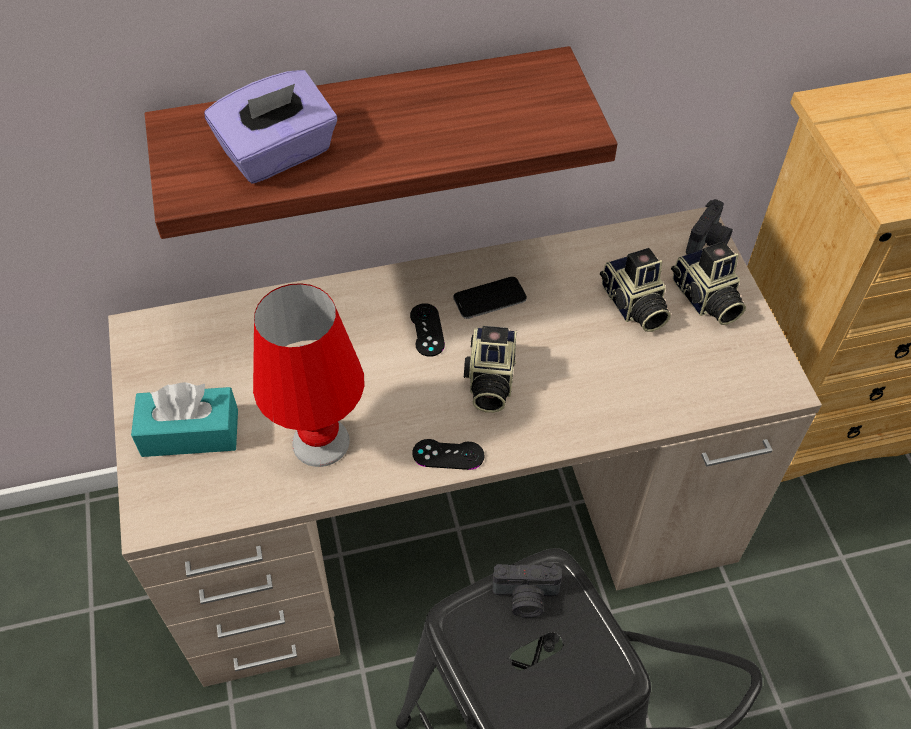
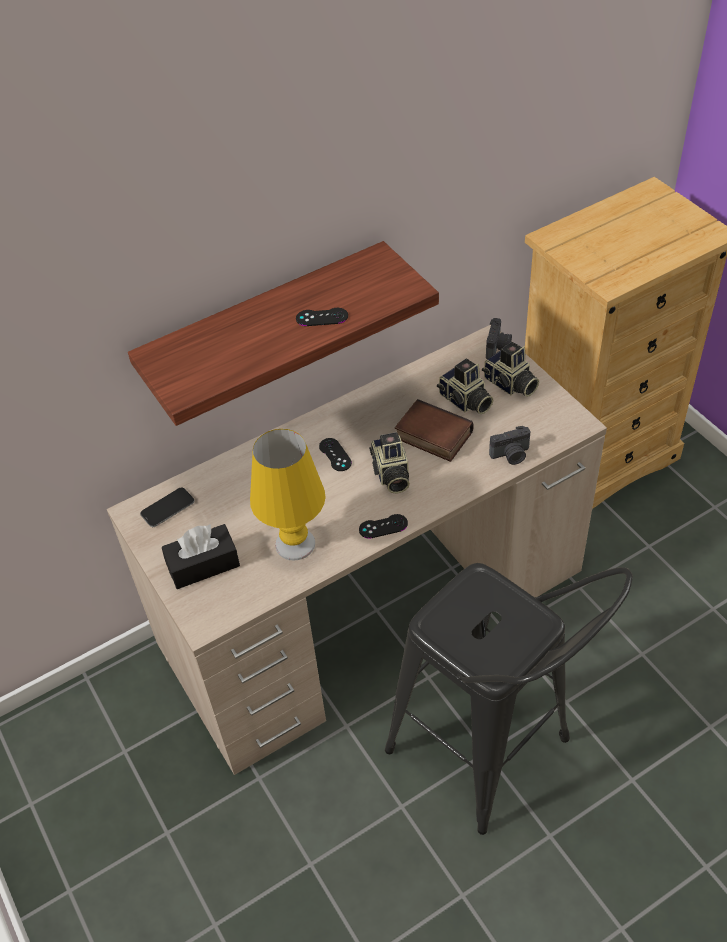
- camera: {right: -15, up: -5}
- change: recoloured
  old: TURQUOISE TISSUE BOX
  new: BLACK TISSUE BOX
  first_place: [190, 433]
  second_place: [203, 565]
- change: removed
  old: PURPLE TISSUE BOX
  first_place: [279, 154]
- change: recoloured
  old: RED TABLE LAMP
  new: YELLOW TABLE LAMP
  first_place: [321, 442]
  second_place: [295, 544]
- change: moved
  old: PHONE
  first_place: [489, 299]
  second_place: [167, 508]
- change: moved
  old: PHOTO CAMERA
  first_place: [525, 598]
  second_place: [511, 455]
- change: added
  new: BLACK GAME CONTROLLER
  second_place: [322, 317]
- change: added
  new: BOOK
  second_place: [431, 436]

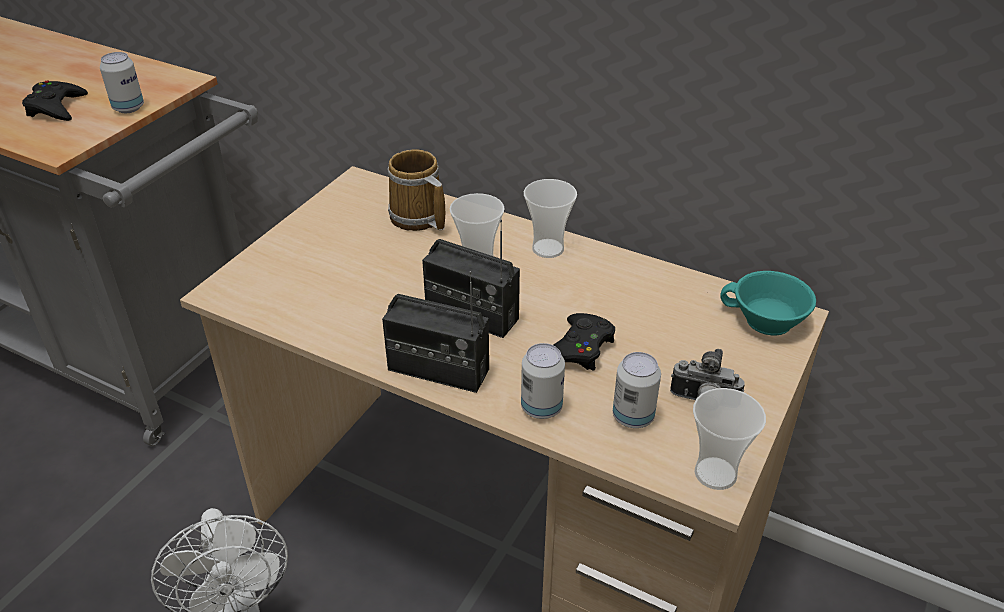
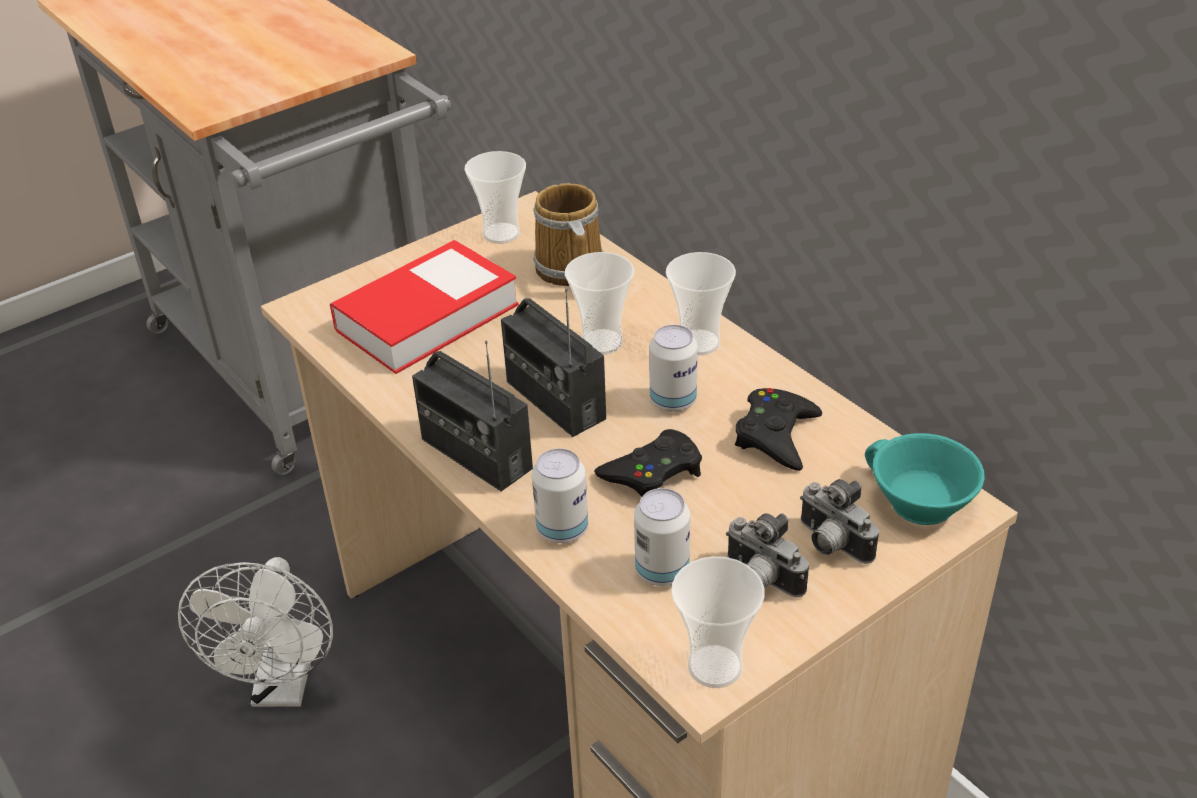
- camera: {right: 25, up: 0}
- change: moved
  old: BLACK GAME CONTROLLER
  first_place: [56, 108]
  second_place: [776, 435]
- change: moved
  old: CAN
  first_place: [128, 108]
  second_place: [673, 401]
- change: added
  new: BOOK
  second_place: [427, 317]
- change: added
  new: CUP
  second_place: [501, 234]
- change: added
  new: PHOTO CAMERA
  second_place: [830, 545]

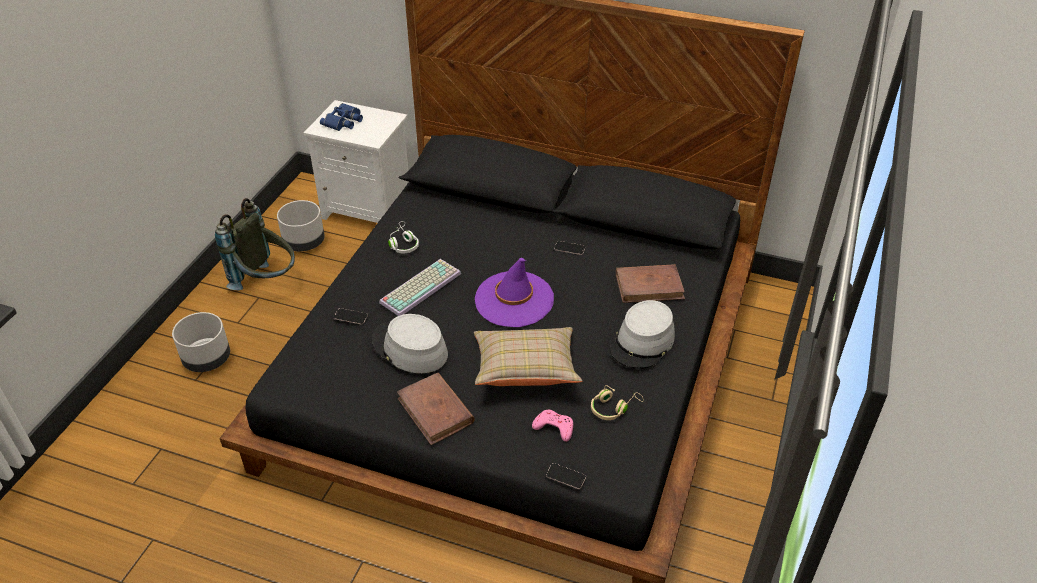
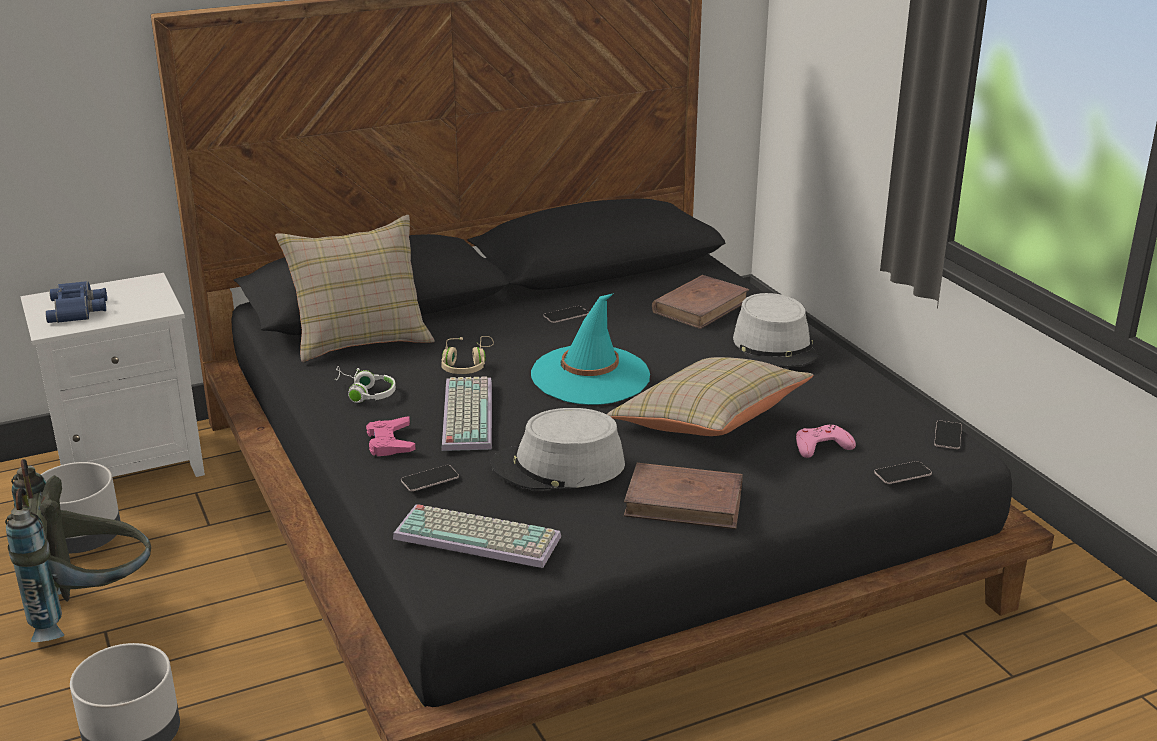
- camera: {right: -45, up: -15}
- change: recoloured
  old: PURPLE HAT
  new: TURQUOISE HAT
  first_place: [514, 299]
  second_place: [590, 376]
- change: moved
  old: BEIGE HEADPHONES
  first_place: [613, 407]
  second_place: [467, 365]
- change: added
  new: BEIGE PILLOW
  second_place: [360, 338]
- change: added
  new: PINK GAME CONTROLLER
  second_place: [390, 442]
- change: added
  new: KEYBOARD
  second_place: [480, 536]
- change: added
  new: PHONE
  second_place: [947, 436]

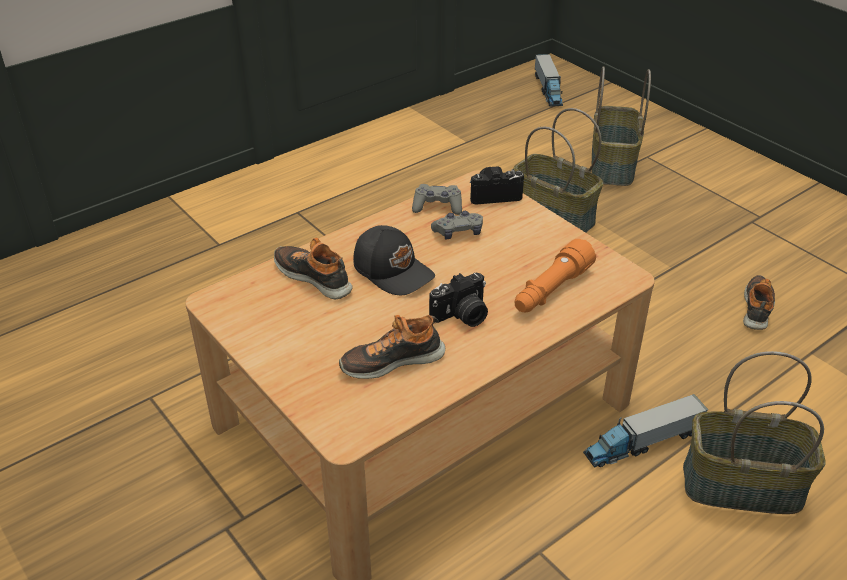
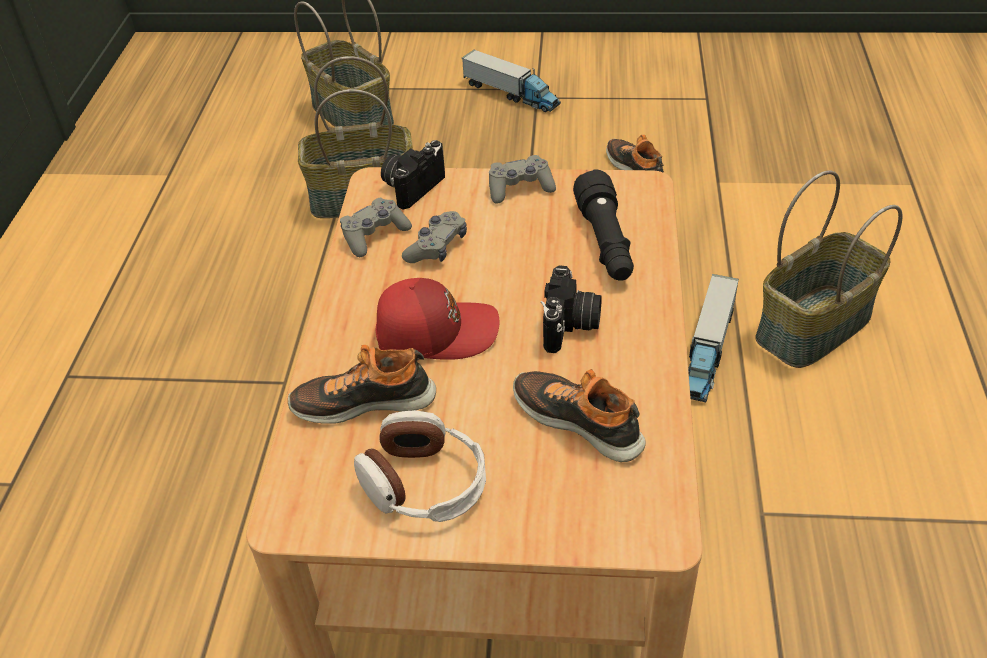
- camera: {right: -45, up: 5}
- change: turned
  old: SHOE
  first_place: [392, 360]
  second_place: [579, 421]
  degrees: 105
- change: recoloured
  old: BLACK CAP
  new: RED CAP
  first_place: [393, 270]
  second_place: [435, 331]
- change: recoloured
  old: ORANGE FLASHLIGHT
  new: BLACK FLASHLIGHT
  first_place: [551, 290]
  second_place: [605, 243]
- change: moved
  old: TOY TRUCK
  first_place: [548, 90]
  second_place: [511, 94]
- change: added
  new: HEADPHONES
  second_place: [425, 484]
- change: added
  new: GREY GAME CONTROLLER
  second_place: [520, 188]

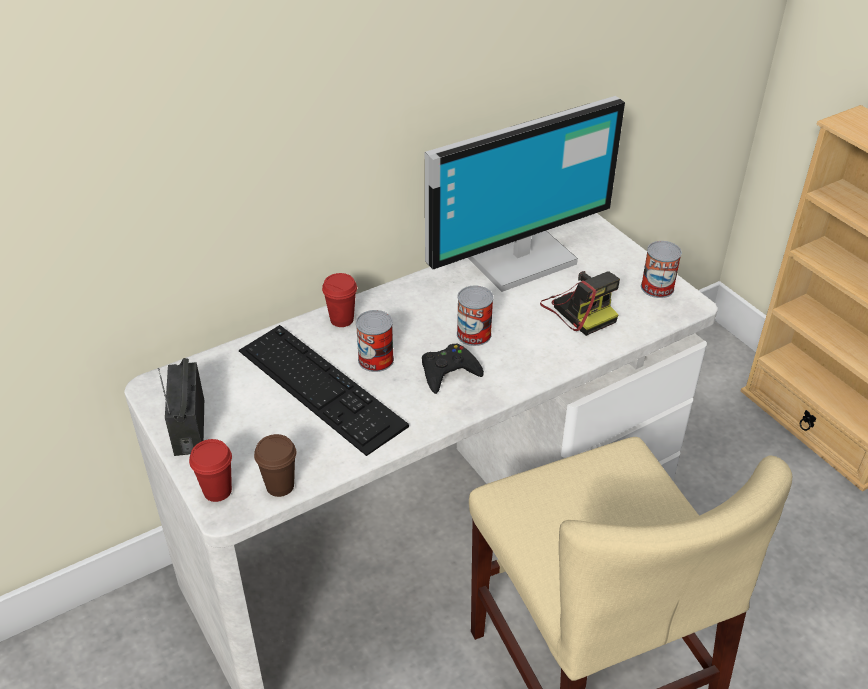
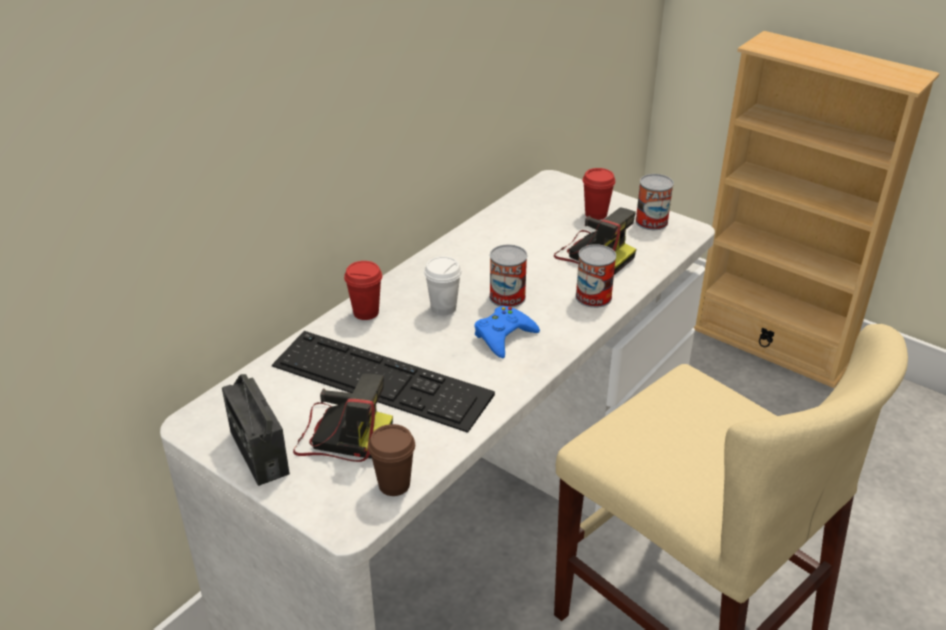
- camera: {right: -20, up: -5}
- change: moved
  old: RED CUP
  first_place: [217, 491]
  second_place: [596, 214]
- change: moved
  old: CAN
  first_place: [376, 359]
  second_place: [593, 297]
- change: recoloured
  old: BLACK GAME CONTROLLER
  new: BLUE GAME CONTROLLER
  first_place: [449, 372]
  second_place: [504, 336]
- change: removed
  old: MONITOR
  first_place: [518, 257]
- change: added
  new: PHOTO CAMERA
  second_place: [341, 435]
- change: added
  new: WHITE CUP
  second_place: [443, 308]

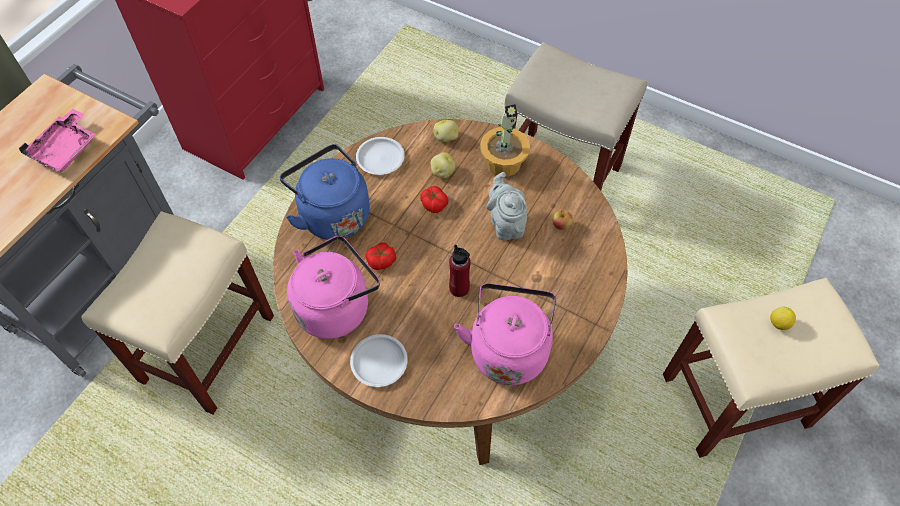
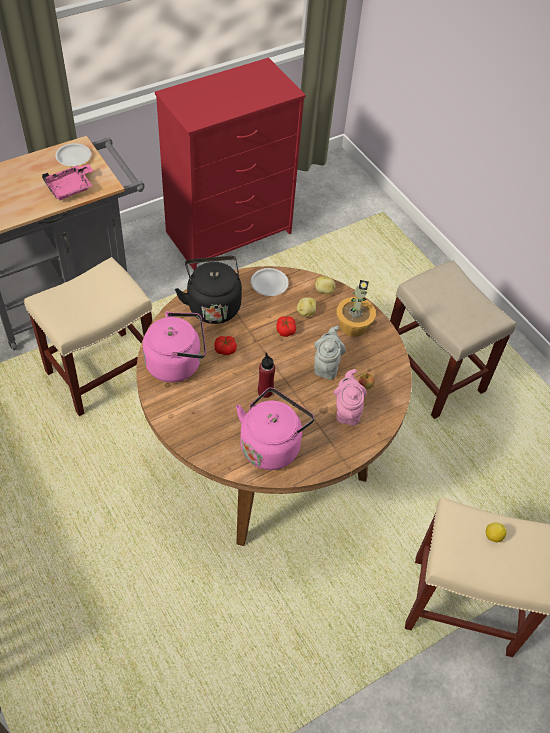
- camera: {right: 25, up: -5}
- change: recoloured
  old: BLUE KETTLE
  new: BLACK KETTLE
  first_place: [332, 214]
  second_place: [213, 305]
- change: moved
  old: WHITE PLATE
  first_place: [379, 363]
  second_place: [73, 157]
- change: added
  new: PINK TEAPOT
  second_place: [347, 411]

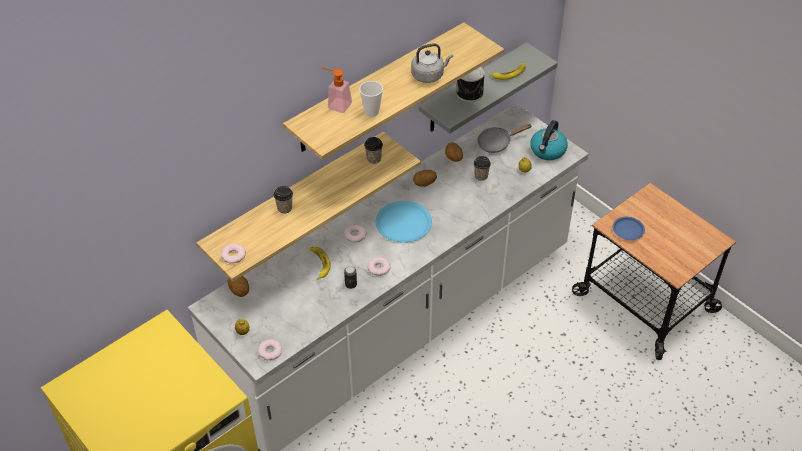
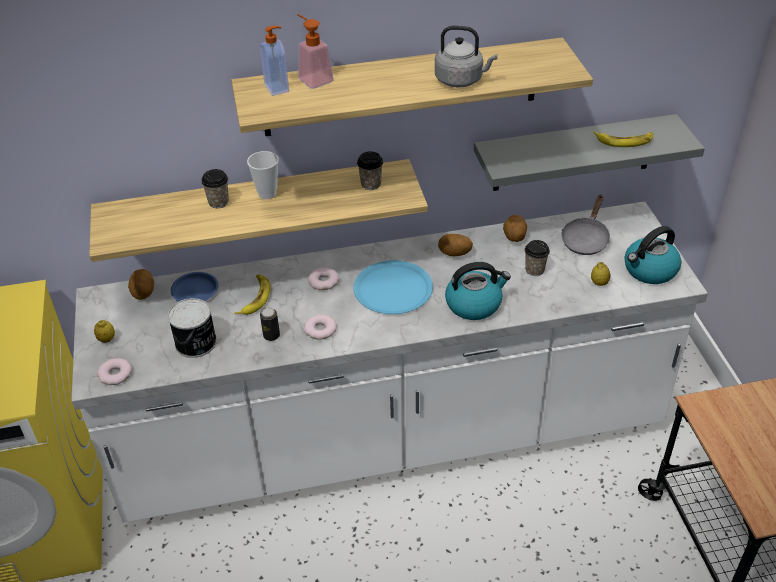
- camera: {right: 30, up: -5}
- change: removed
  old: DONUT
  first_place: [233, 255]
- change: moved
  old: CUP
  first_place: [372, 112]
  second_place: [267, 194]
- change: moved
  old: CAN
  first_place: [470, 93]
  second_place: [196, 343]
- change: turned
  old: GREY FRYING PAN
  first_place: [497, 143]
  second_place: [585, 239]
  degrees: -75
- change: moved
  old: BLUE PLATE
  first_place: [628, 230]
  second_place: [195, 290]
- change: added
  new: SOAP DISPENSER
  second_place: [277, 88]
- change: added
  new: KETTLE
  second_place: [474, 304]

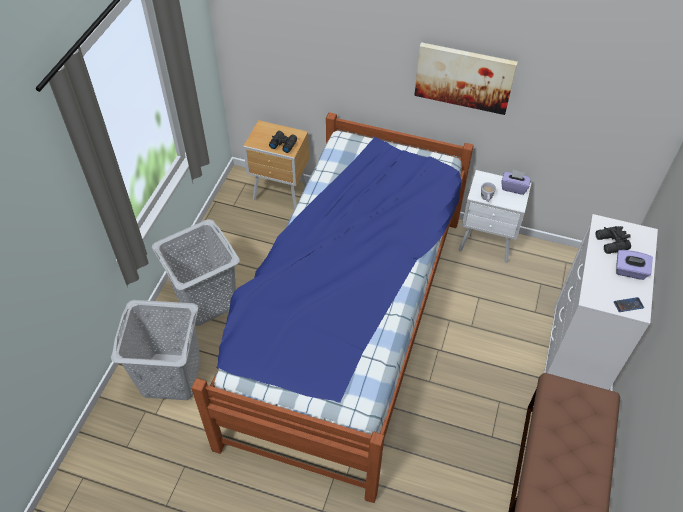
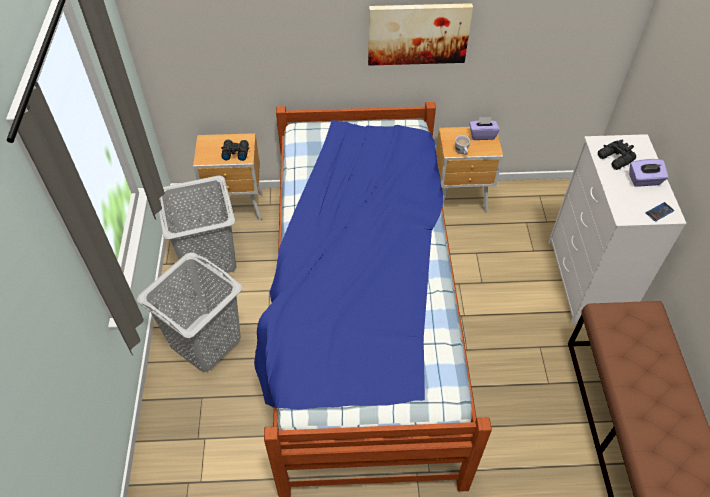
- camera: {right: -20, up: 0}
- change: moved
  old: GREY LAUNDRY BASKET
  first_place: [171, 376]
  second_place: [208, 258]
- change: recoloured
  old: WHITE NIGHTSTAND
  new: BROWN NIGHTSTAND
  first_place: [487, 245]
  second_place: [461, 200]

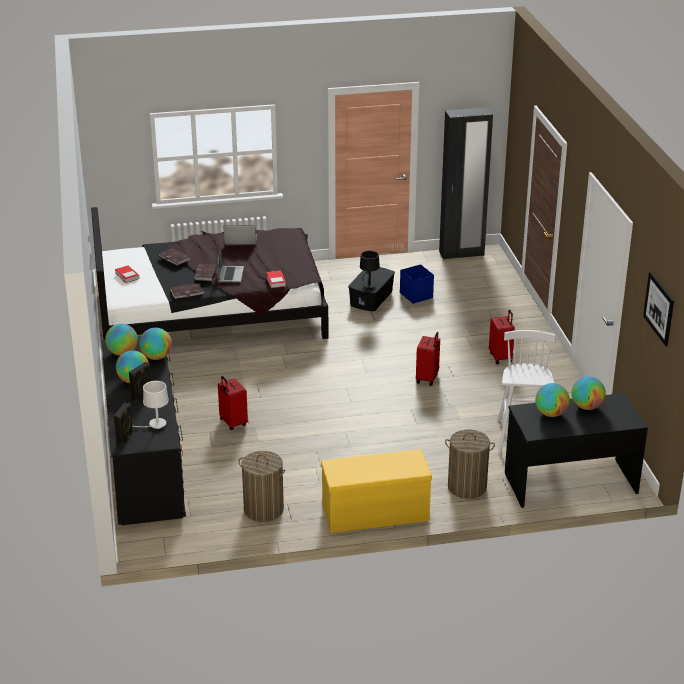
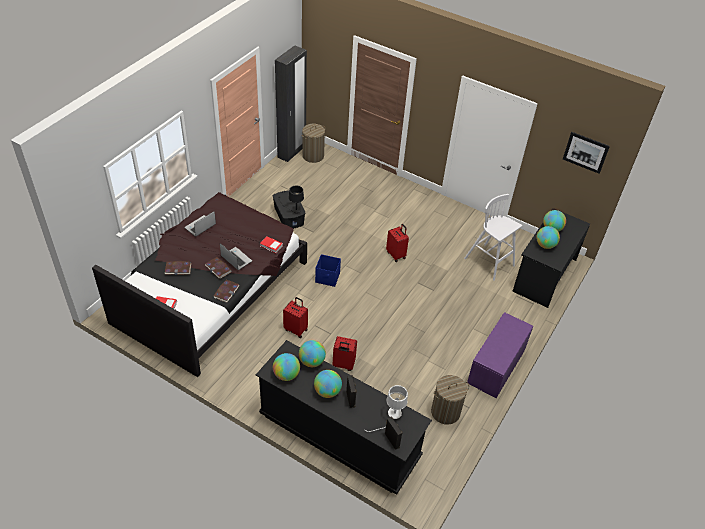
- camera: {right: -50, up: 15}
- change: recoloured
  old: YELLOW BENCH
  new: PURPLE BENCH
  first_place: [374, 513]
  second_place: [496, 367]
- change: moved
  old: BLUE STORAGE BOX
  first_place: [416, 295]
  second_place: [328, 278]
- change: moved
  old: LAUNDRY BASKET
  first_place: [467, 487]
  second_place: [313, 156]
- change: moved
  old: RED SUITCASE
  first_place: [501, 357]
  second_place: [296, 329]

